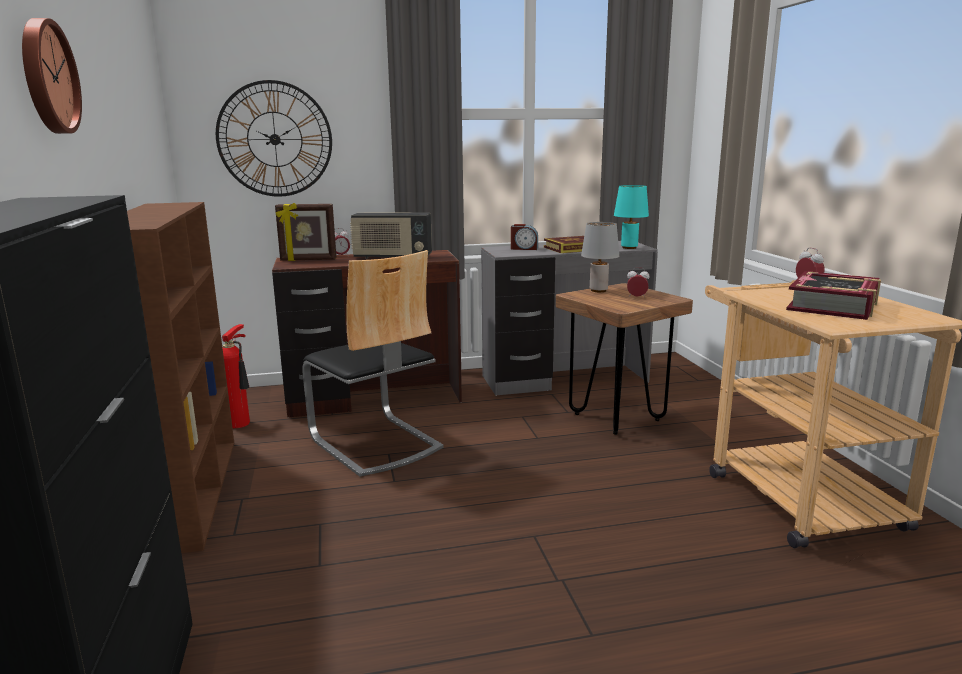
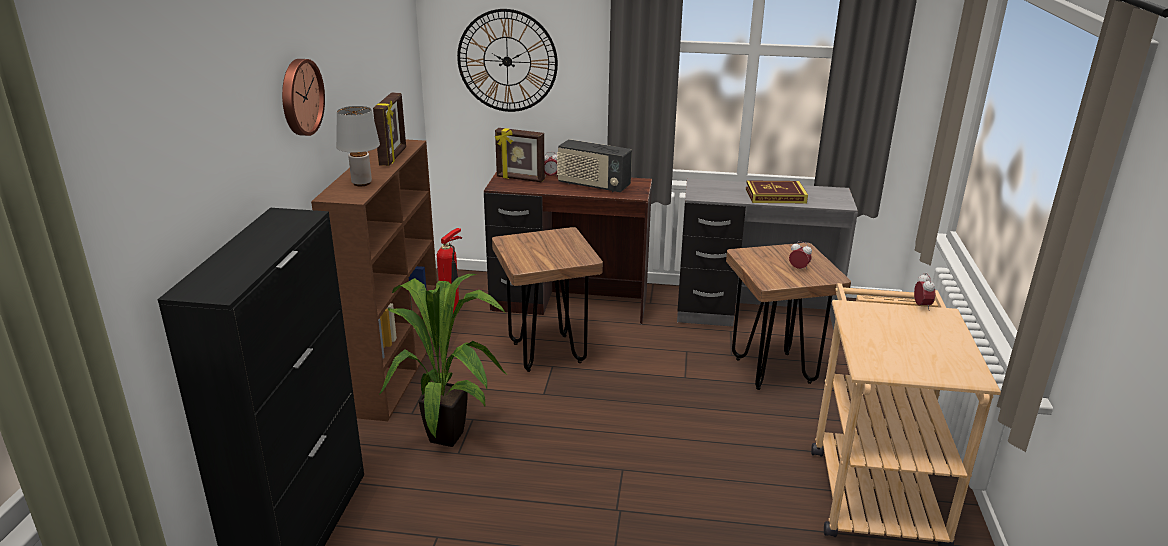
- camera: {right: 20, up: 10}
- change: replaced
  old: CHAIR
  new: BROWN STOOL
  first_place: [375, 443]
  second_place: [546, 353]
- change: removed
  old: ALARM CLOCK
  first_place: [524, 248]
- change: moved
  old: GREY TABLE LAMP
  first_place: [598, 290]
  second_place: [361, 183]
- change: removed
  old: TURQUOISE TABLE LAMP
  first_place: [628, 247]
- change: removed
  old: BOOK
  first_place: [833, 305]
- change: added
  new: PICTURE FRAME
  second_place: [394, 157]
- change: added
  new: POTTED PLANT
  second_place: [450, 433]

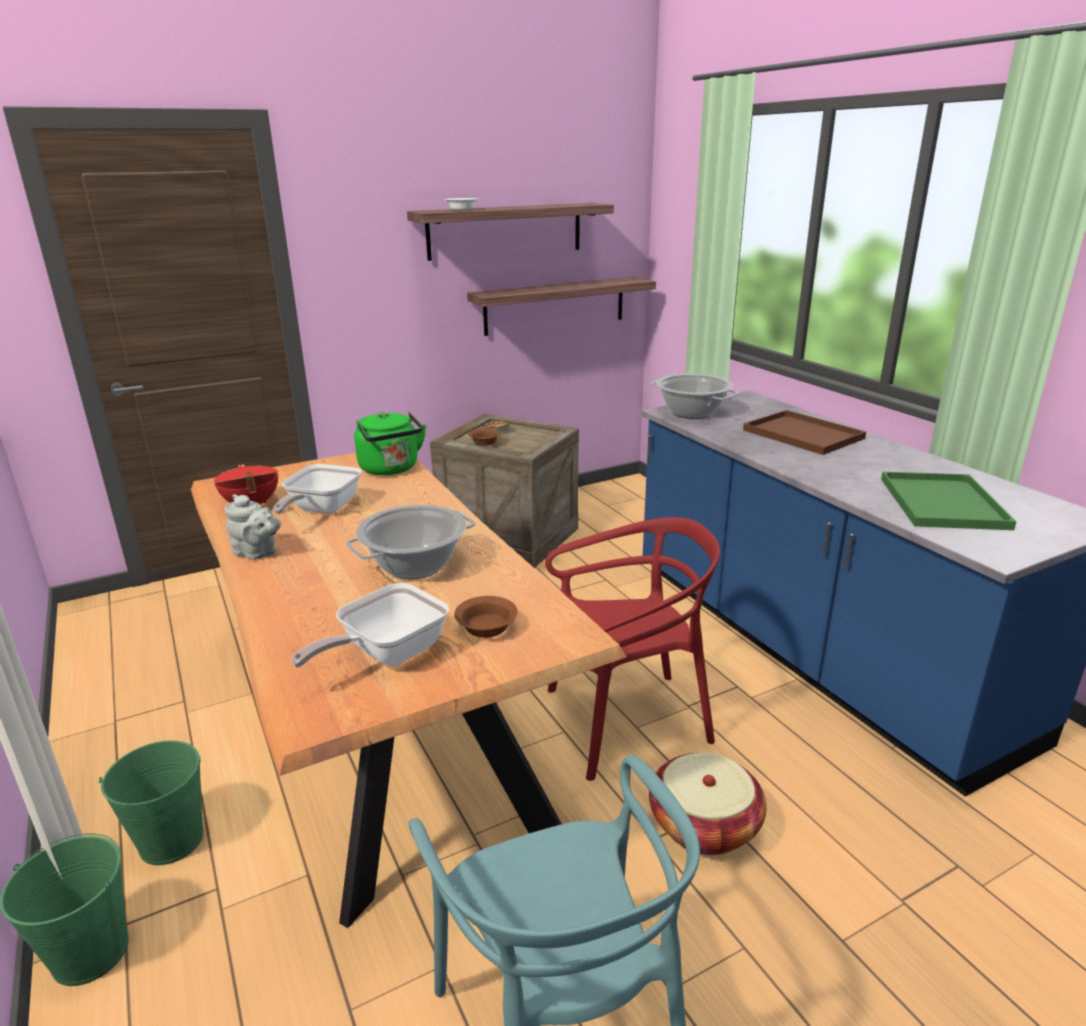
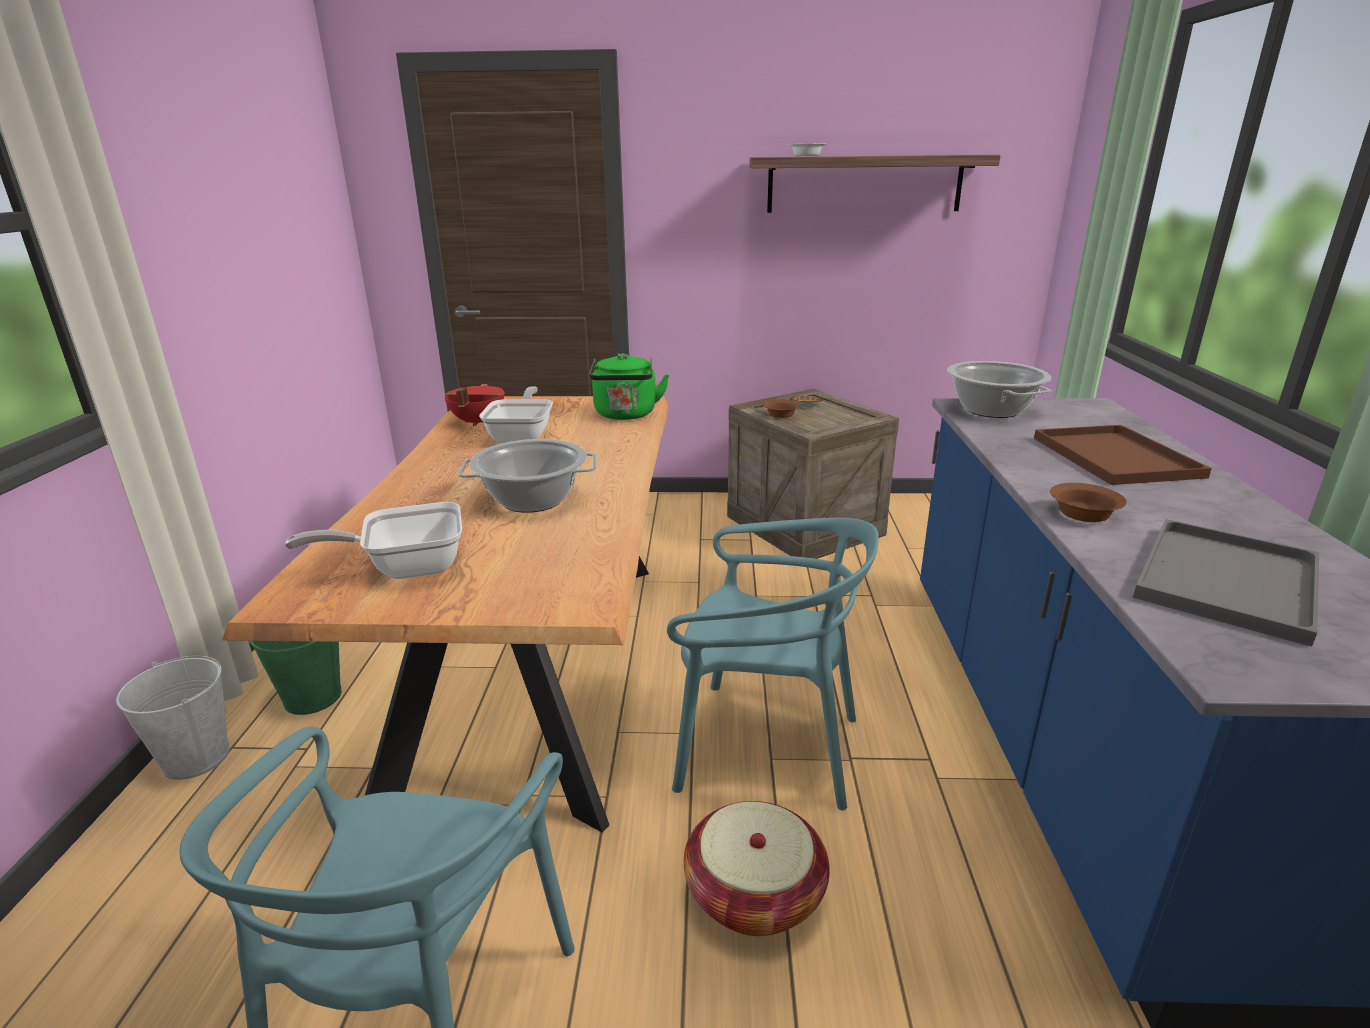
- camera: {right: 30, up: 0}
- change: recoloured
  old: GREEN BUCKET
  new: WHITE BUCKET
  first_place: [90, 953]
  second_place: [195, 758]
- change: removed
  old: GREY TEAPOT
  first_place: [257, 553]
- change: turned
  old: FRYING PAN
  first_place: [321, 510]
  second_place: [523, 437]
  degrees: 135
- change: moved
  old: BROWN BOWL
  first_place: [486, 626]
  second_place: [1083, 513]
- change: removed
  old: SHELF
  first_place: [555, 305]
- change: recoloured
  old: RED CHAIR
  new: TURQUOISE CHAIR
  first_place: [627, 720]
  second_place: [766, 747]
- change: recoloured
  old: GREEN TRAY
  new: GREY TRAY
  first_place: [945, 504]
  second_place: [1229, 582]

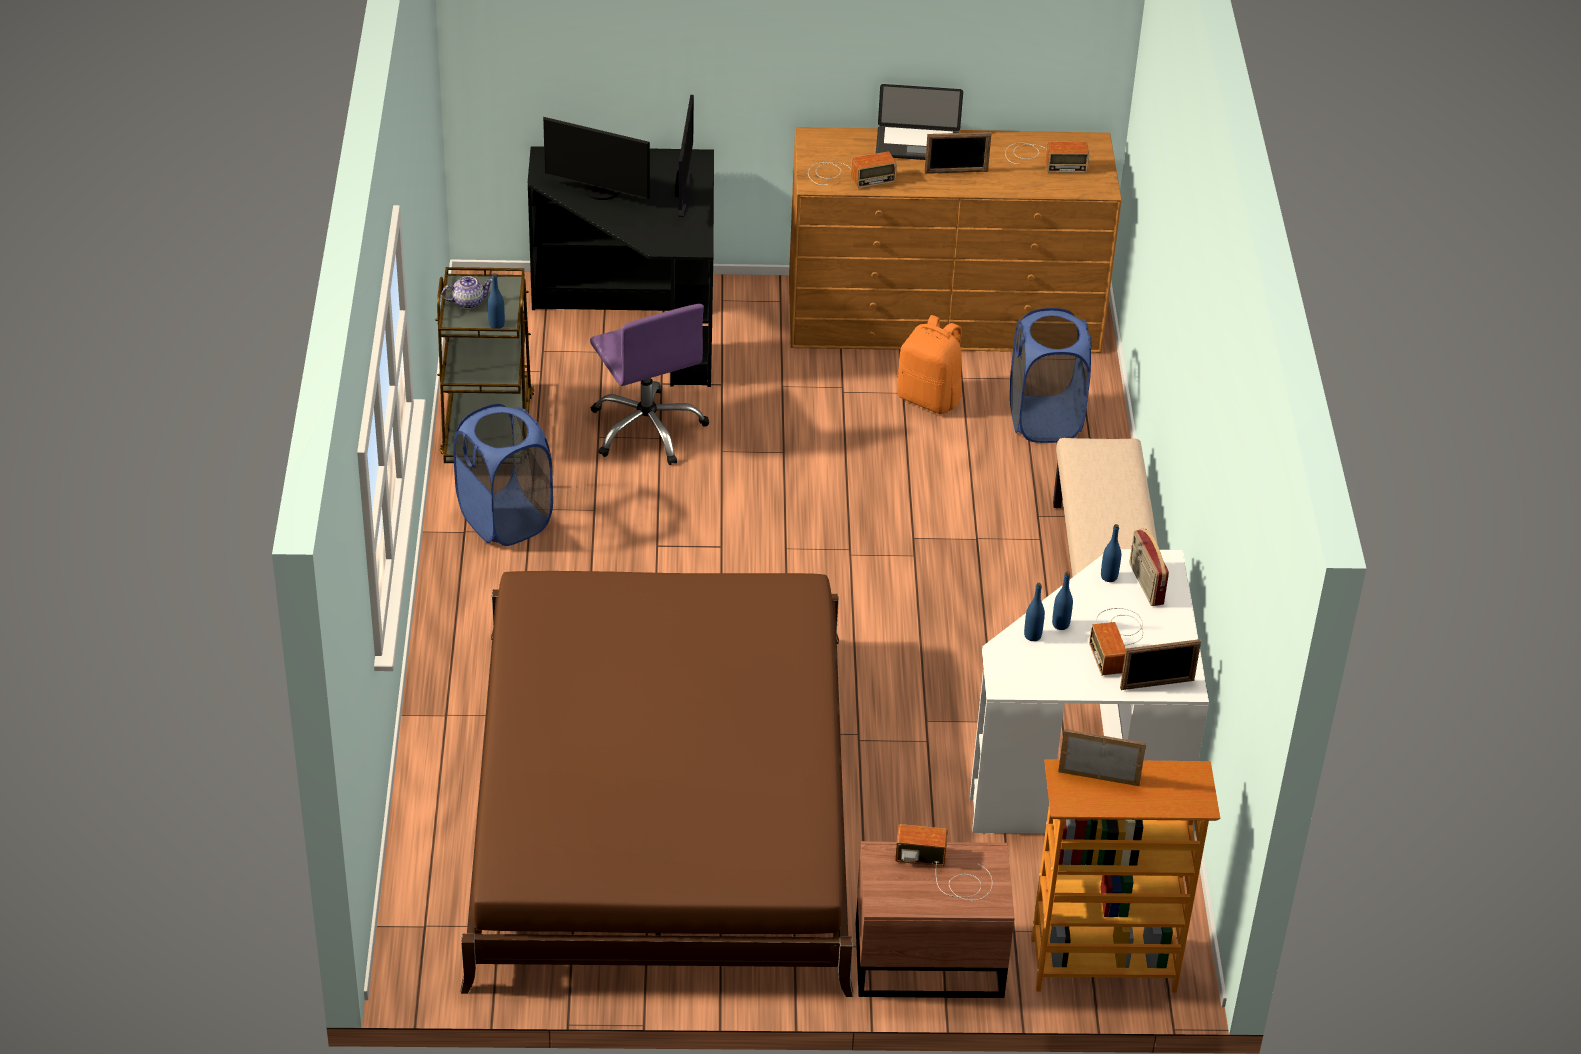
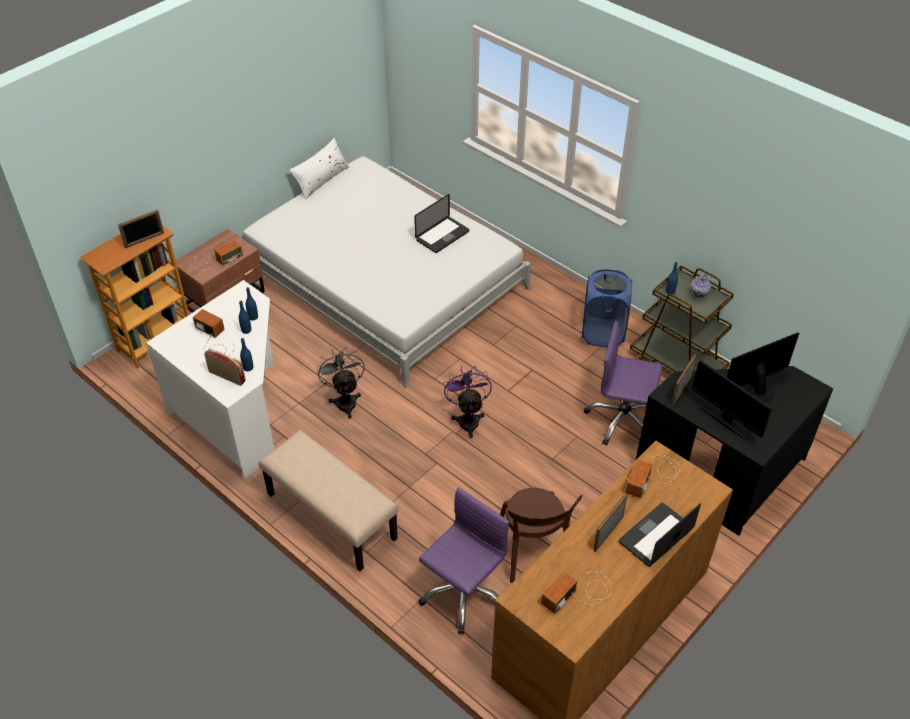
- camera: {right: 135, up: 5}
- change: recoloured
  old: BROWN BED
  new: WHITE BED
  first_place: [661, 804]
  second_place: [383, 279]
- change: replaced
  old: ORANGE BACKPACK
  new: BROWN CHAIR
  first_place: [930, 398]
  second_place: [533, 554]
- change: replaced
  old: BLUE LAUNDRY BASKET
  new: PURPLE OFFICE CHAIR
  first_place: [1044, 420]
  second_place: [463, 593]
- change: moved
  old: PICTURE FRAME
  first_place: [1157, 684]
  second_place: [681, 390]
- change: added
  new: WHITE PILLOW
  second_place: [321, 180]
- change: added
  new: GREY FAN
  second_place: [345, 400]
- change: added
  new: LAPTOP
  second_place: [442, 235]
- change: added
  new: PURPLE FAN
  second_place: [468, 419]

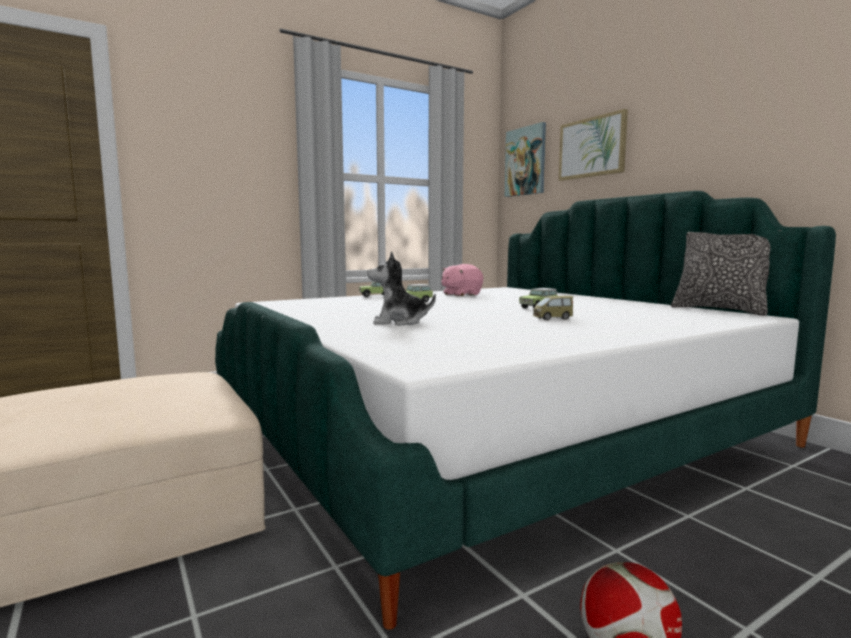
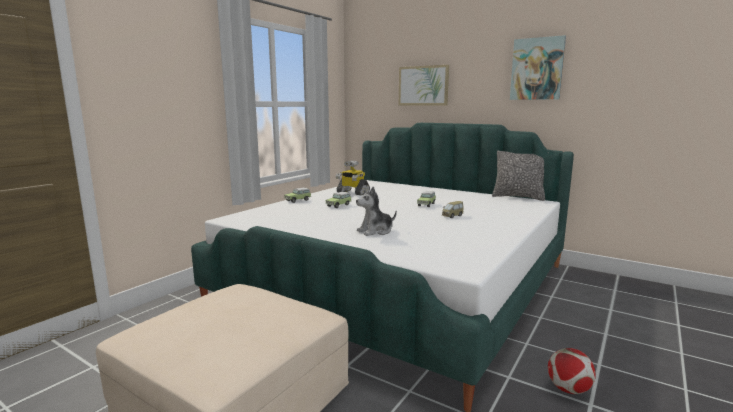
- camera: {right: -25, up: 5}
- change: replaced
  old: PINK PLUSH TOY
  new: TOY ROBOT
  first_place: [461, 294]
  second_place: [352, 193]
- change: moved
  old: PICTURE
  first_place: [525, 161]
  second_place: [537, 69]

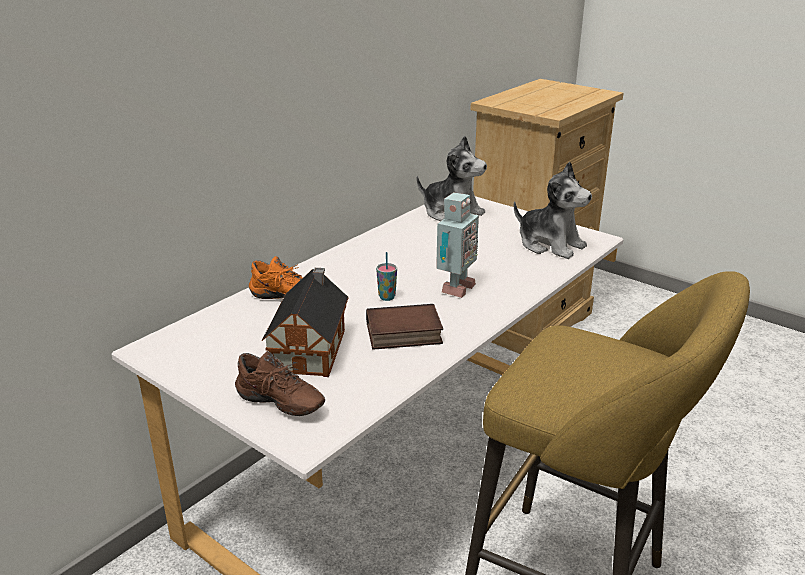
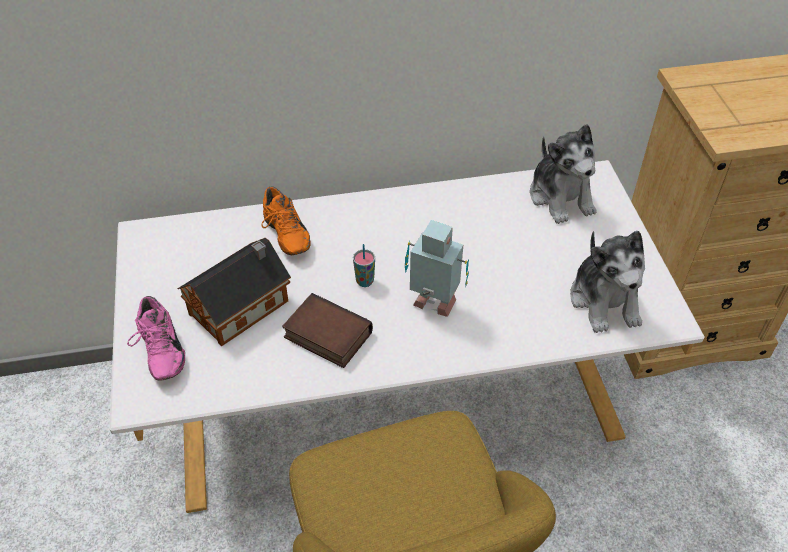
- camera: {right: 40, up: 20}
- change: recoloured
  old: BROWN SHOE
  new: PINK SHOE
  first_place: [278, 405]
  second_place: [159, 352]
- change: turned
  old: TOY ROBOT
  first_place: [455, 289]
  second_place: [434, 306]
  degrees: -135

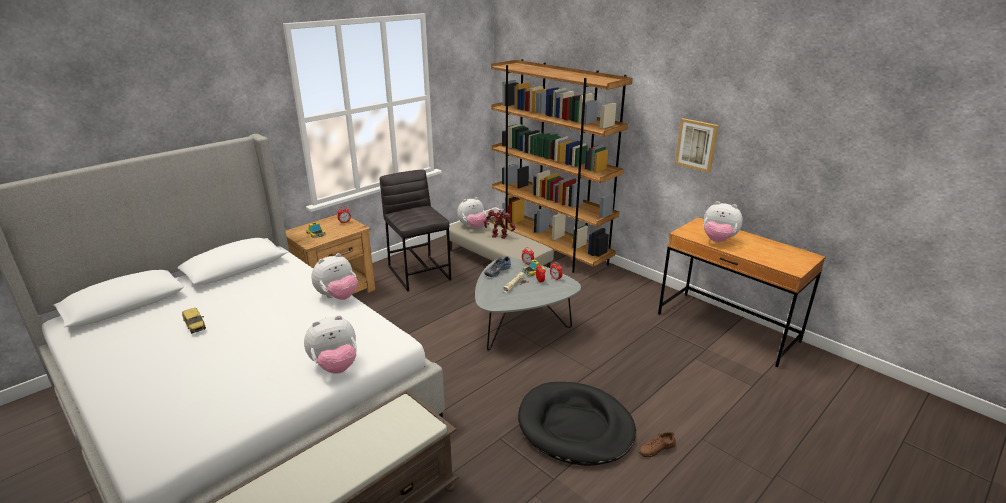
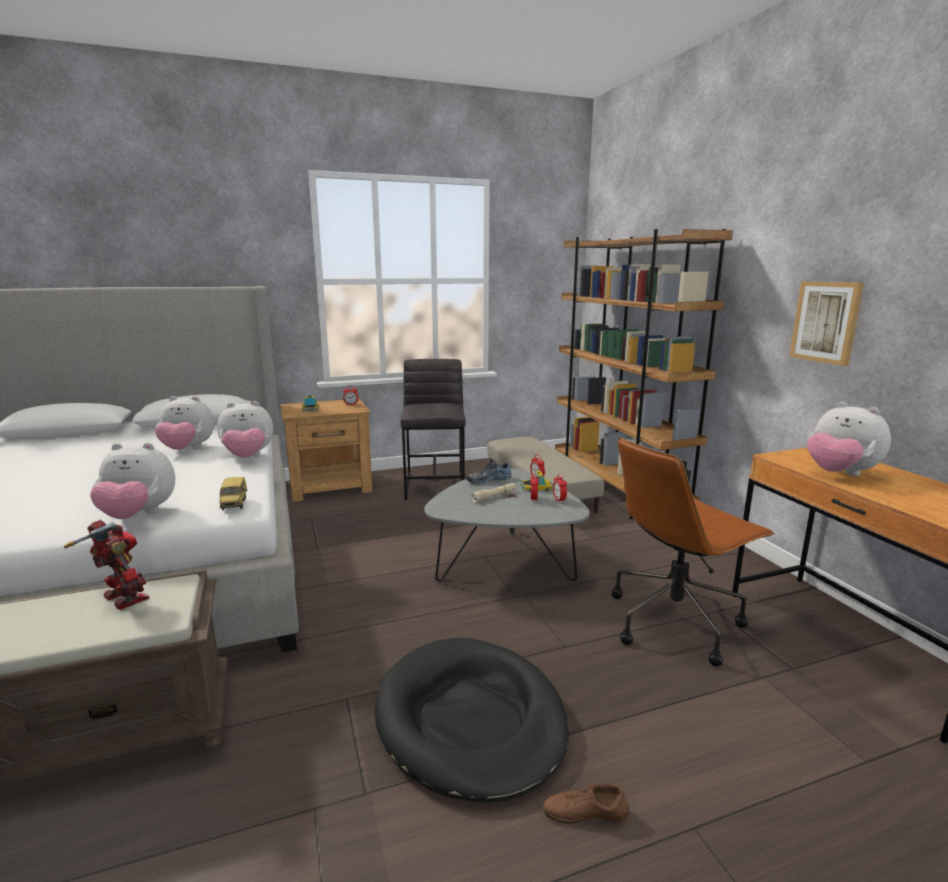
- camera: {right: 25, up: -10}
- change: moved
  old: TOY CAR
  first_place: [196, 327]
  second_place: [235, 504]
- change: moved
  old: PLUSH TOY
  first_place: [472, 227]
  second_place: [187, 449]
- change: moved
  old: TOY ROBOT
  first_place: [499, 236]
  second_place: [122, 599]
- change: added
  new: BROWN OFFICE CHAIR
  second_place: [675, 621]

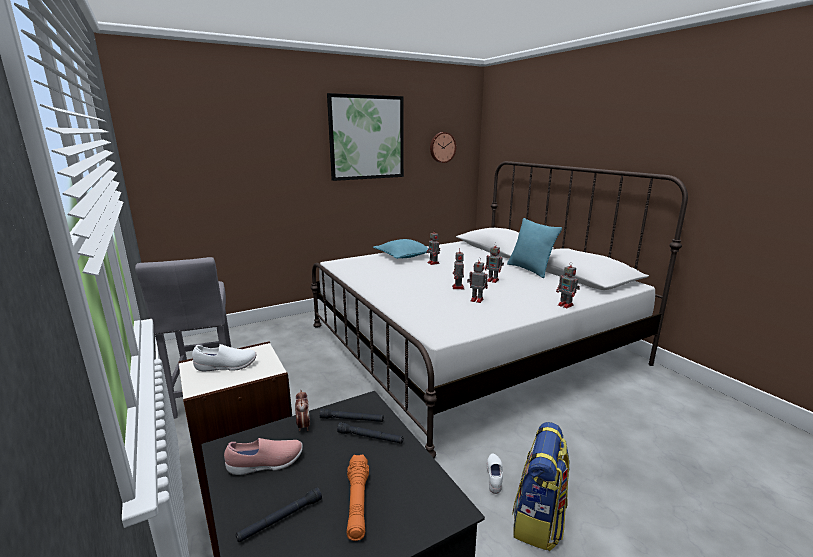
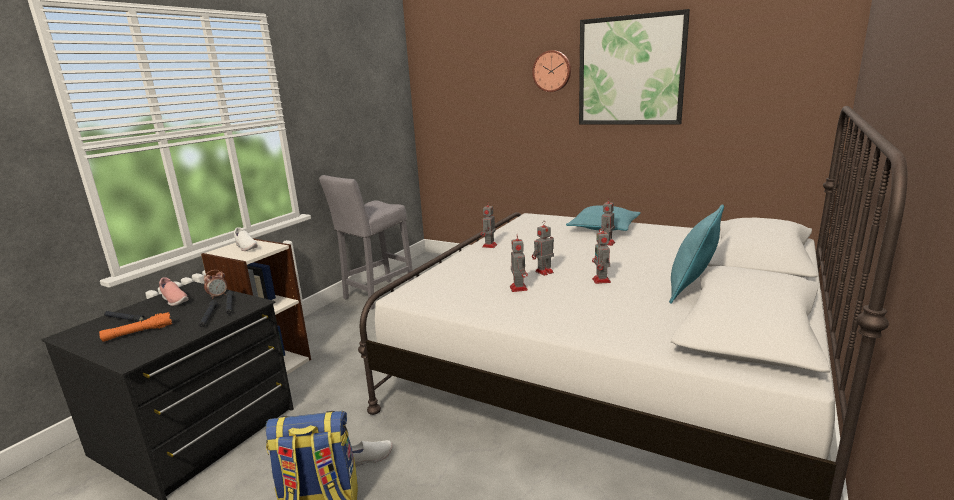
- camera: {right: 60, up: 0}
- change: moved
  old: WALL CLOCK
  first_place: [442, 147]
  second_place: [552, 71]
- change: moved
  old: TOY ROBOT
  first_place: [566, 305]
  second_place: [489, 246]

